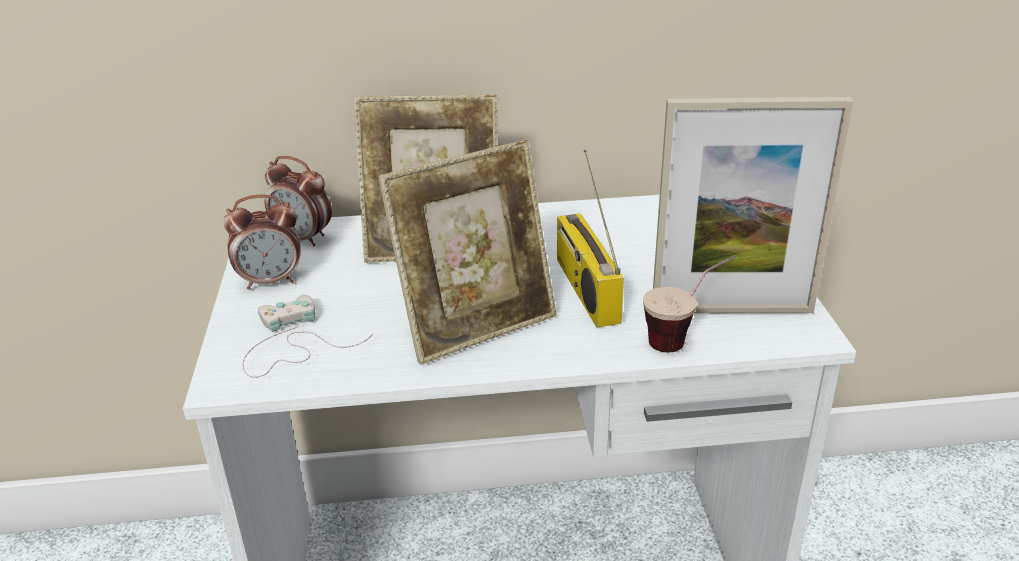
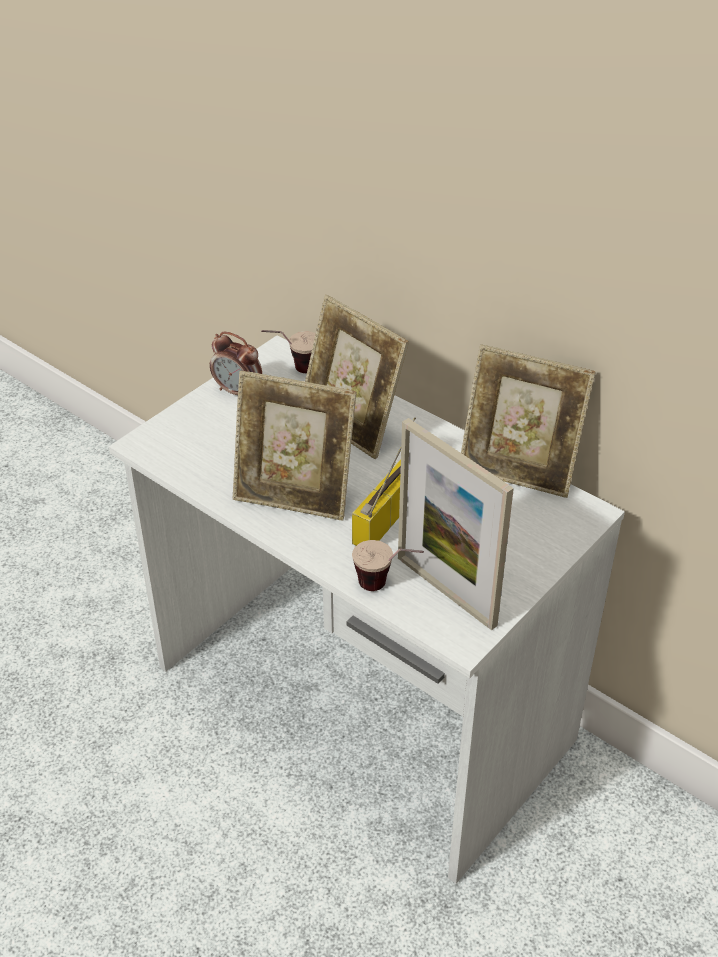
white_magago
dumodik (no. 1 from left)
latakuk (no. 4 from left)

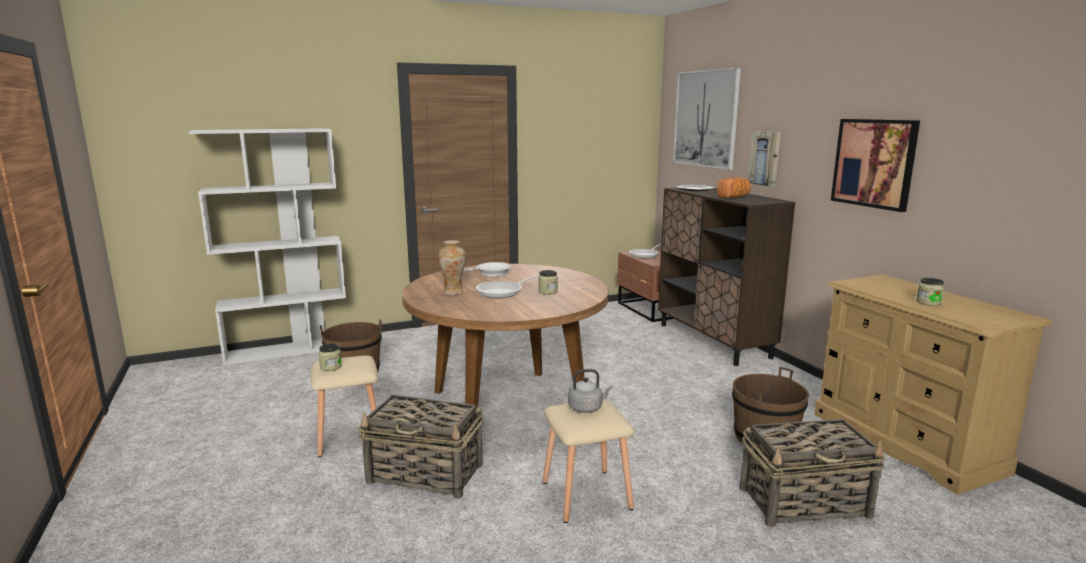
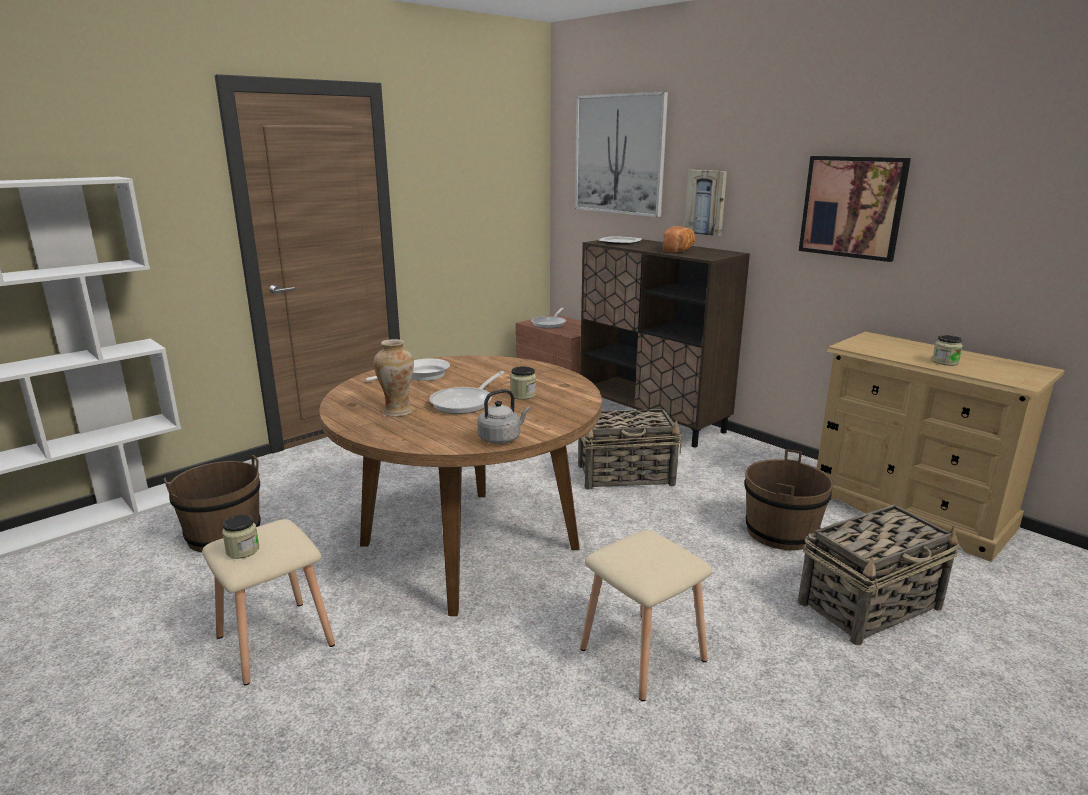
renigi (no. 1 from left)
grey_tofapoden

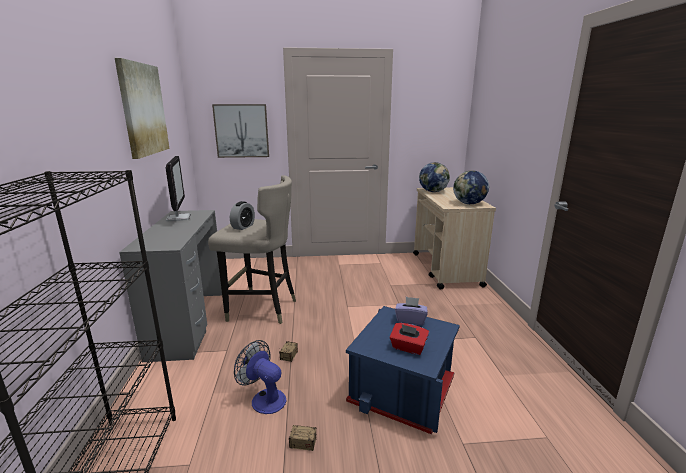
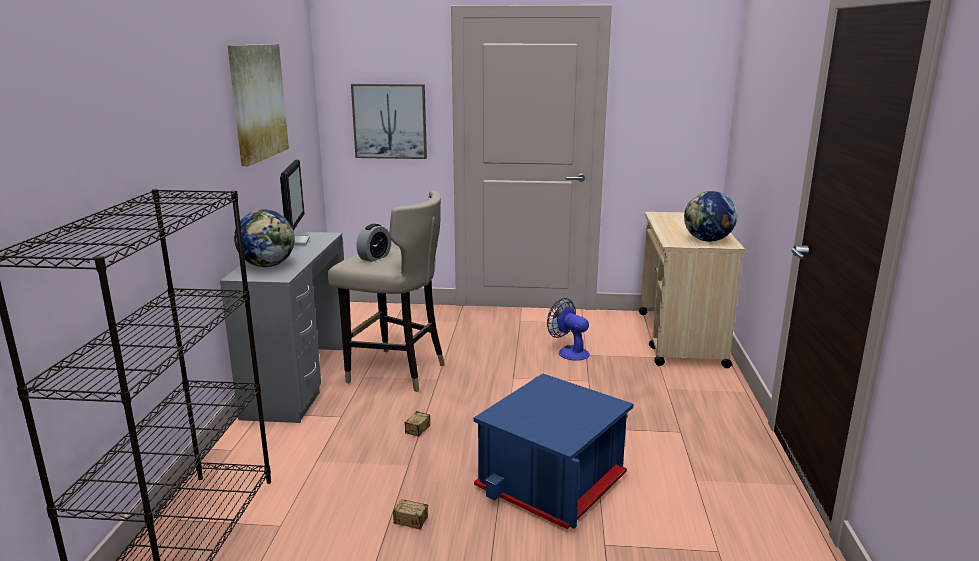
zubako
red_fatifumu
purple_fatifumu
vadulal (no. 1 from left)

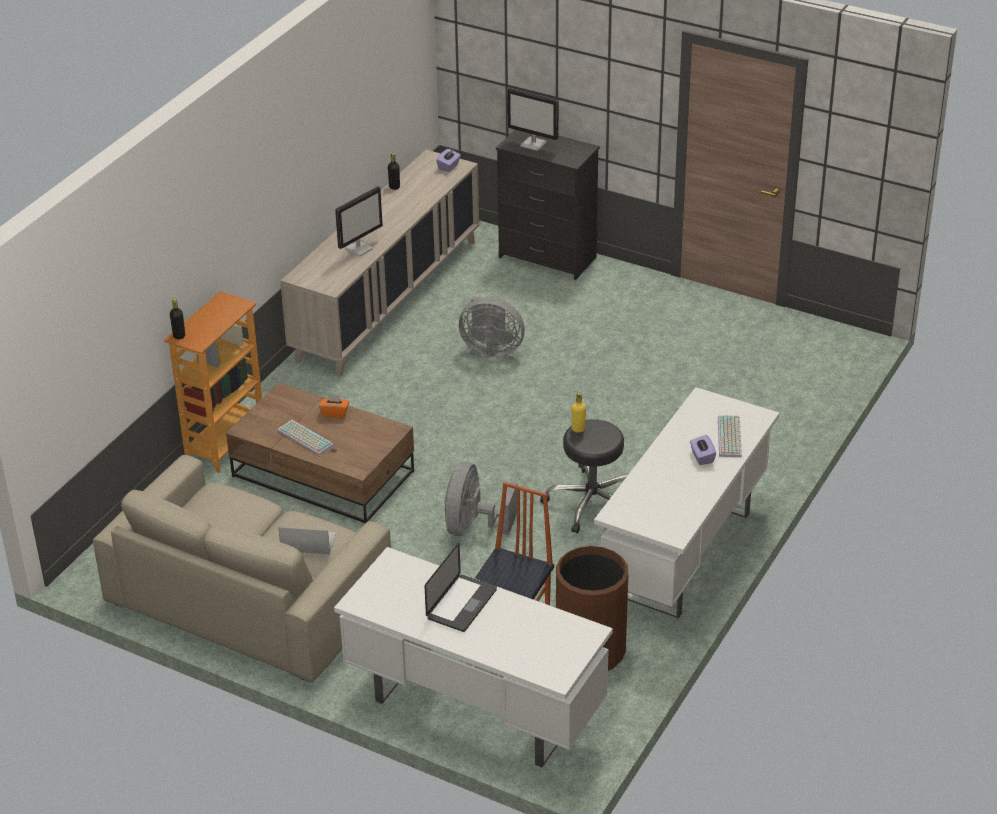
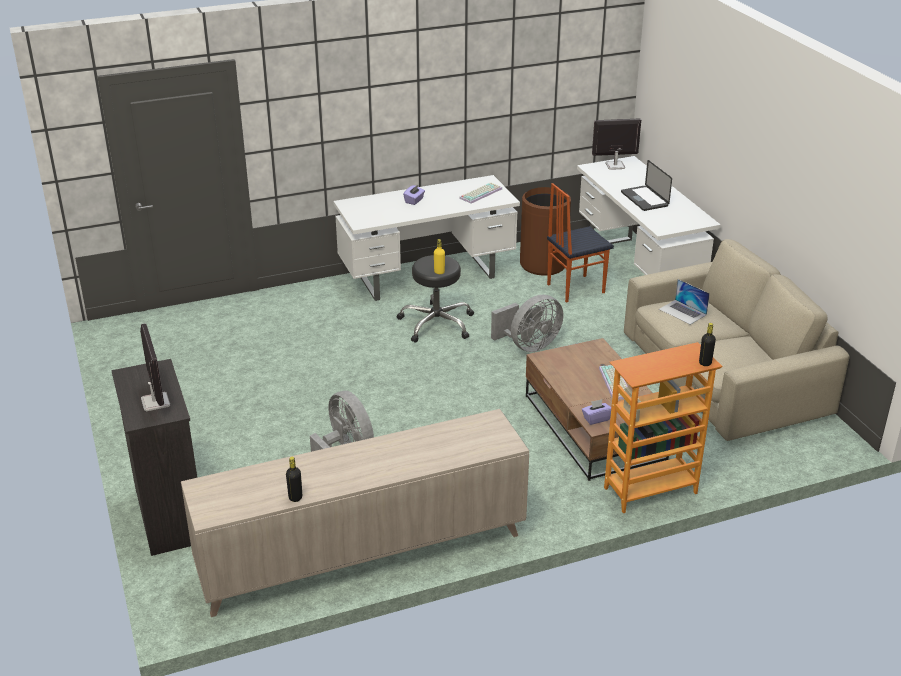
orange_fatifumu
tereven (no. 2 from left)
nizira (no. 1 from left)
purple_fatifumu (no. 2 from left)
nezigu (no. 1 from left)

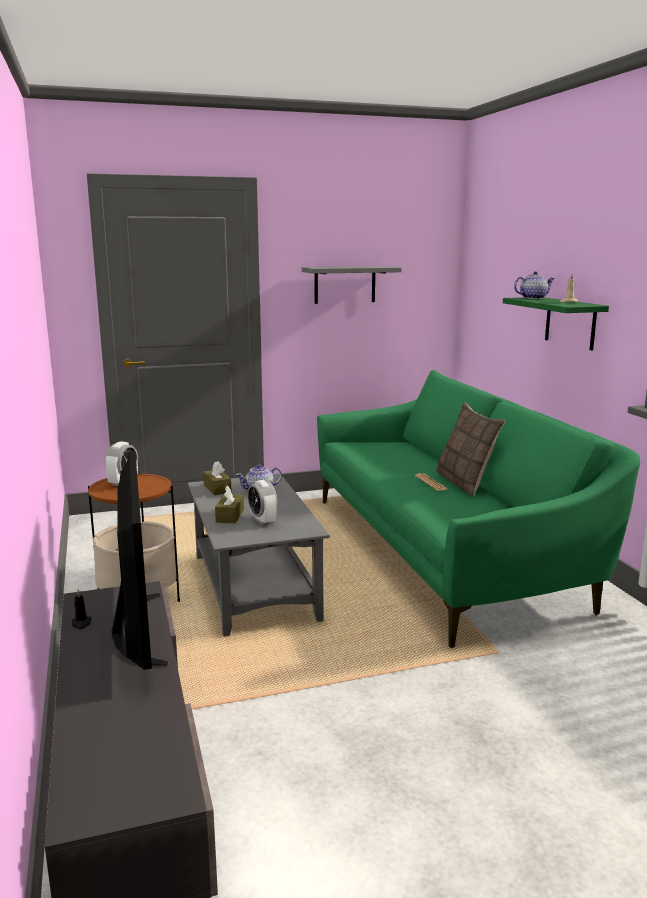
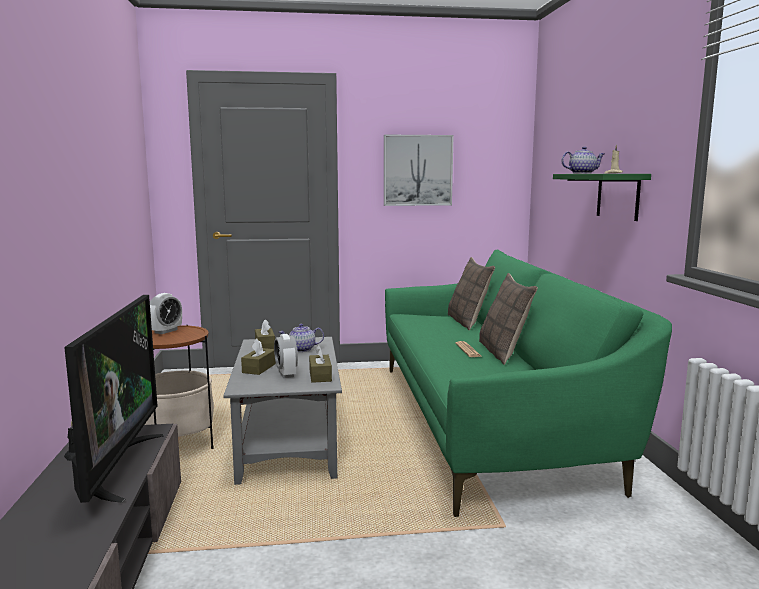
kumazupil
brown_fatifumu (no. 3 from left)
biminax (no. 1 from left)

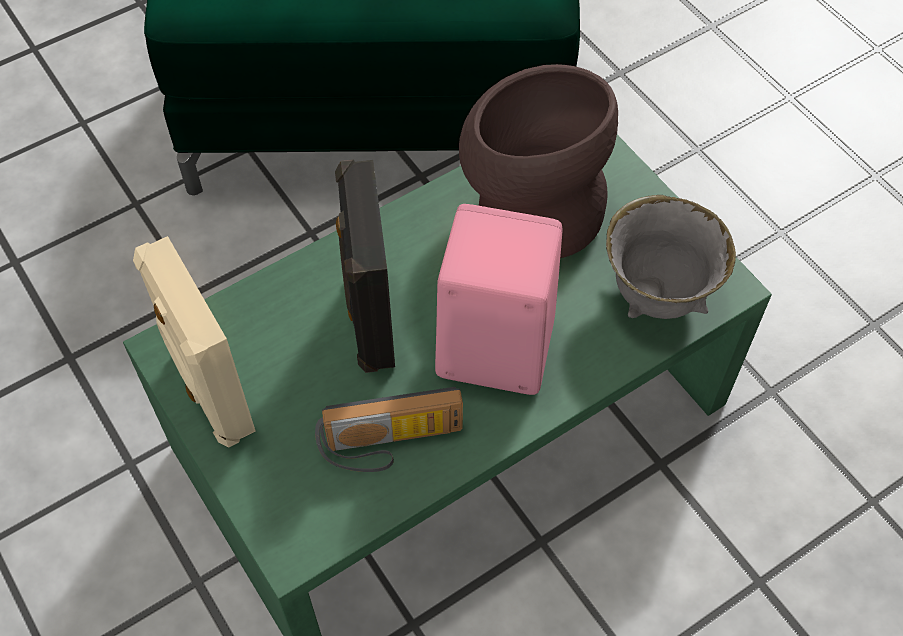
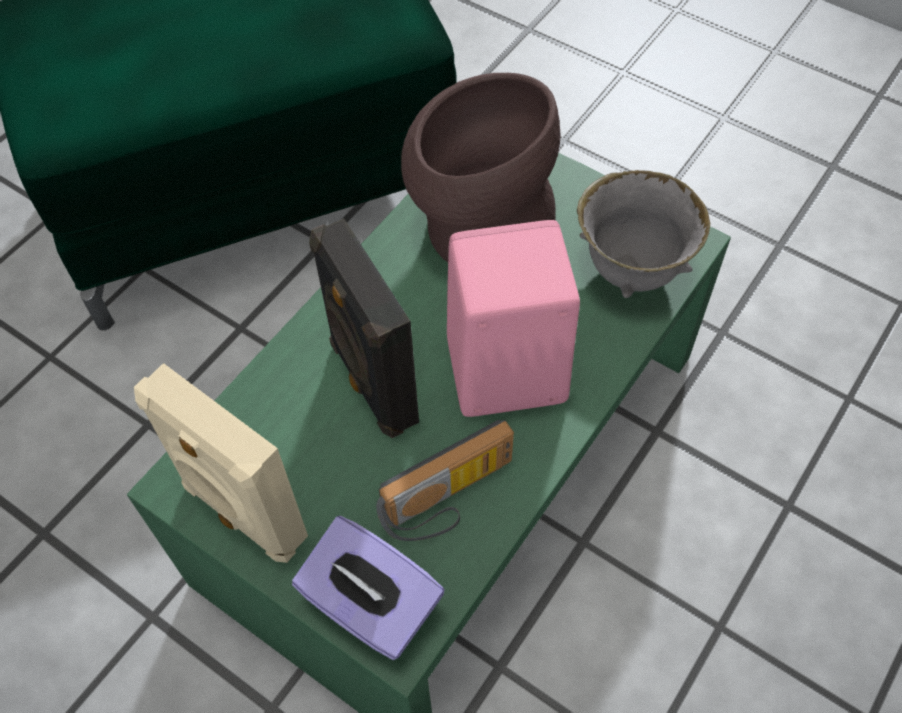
purple_fatifumu

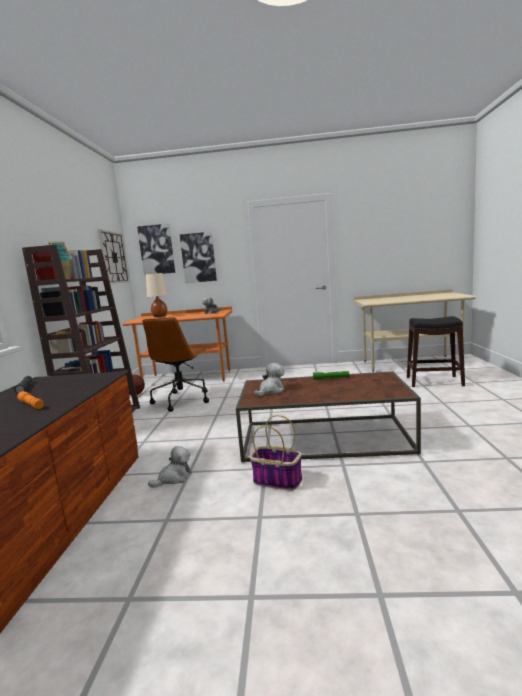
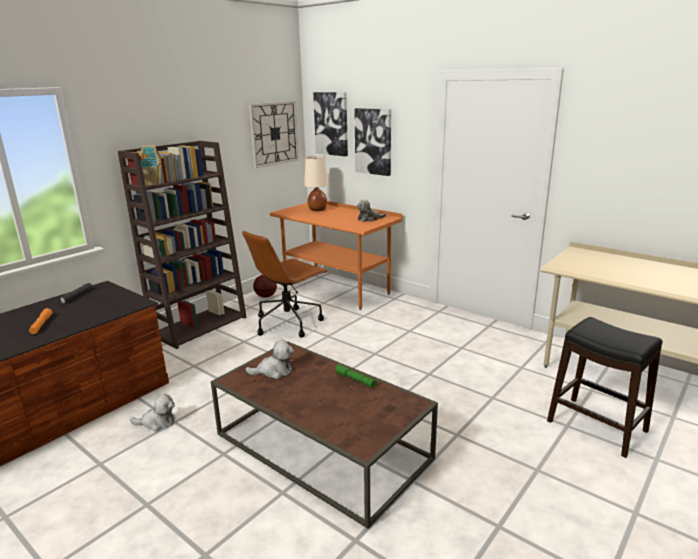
renigi

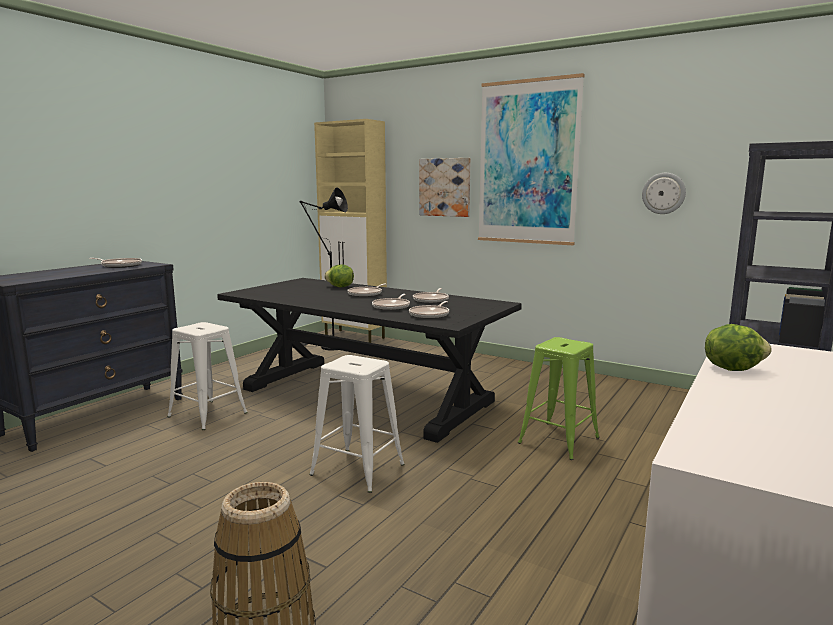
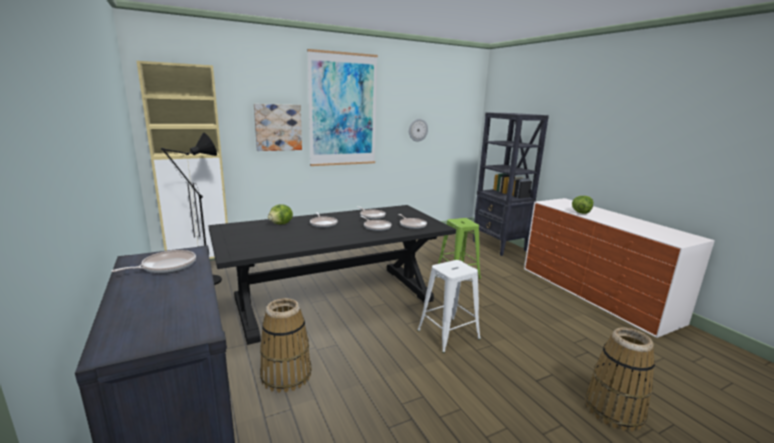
renigi (no. 1 from left)

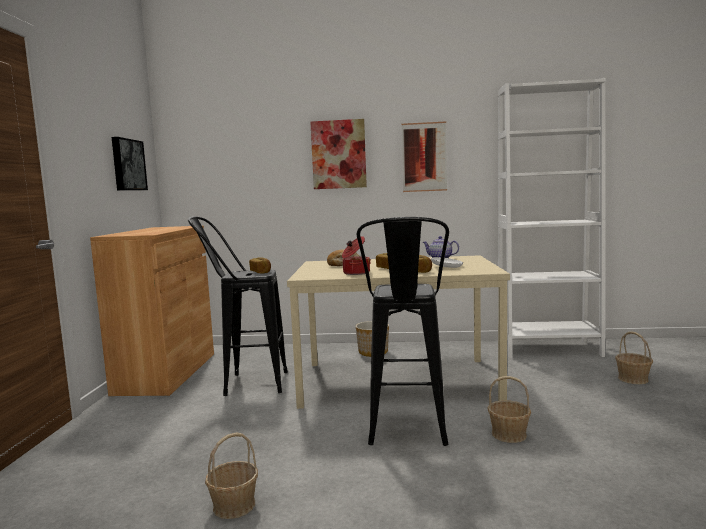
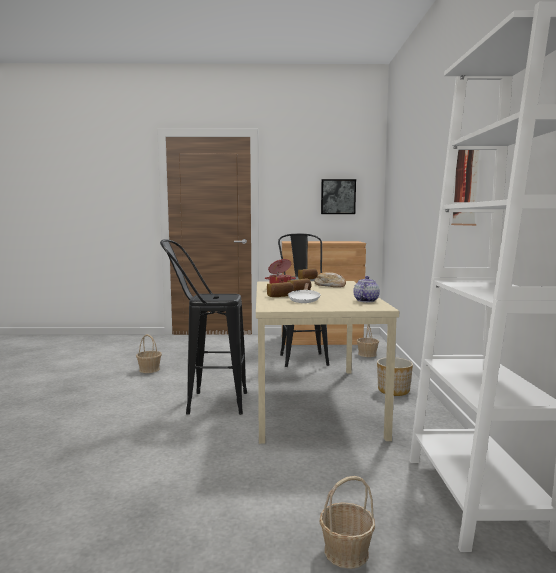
kumazupil (no. 2 from left in the first image)
renigi (no. 3 from left)

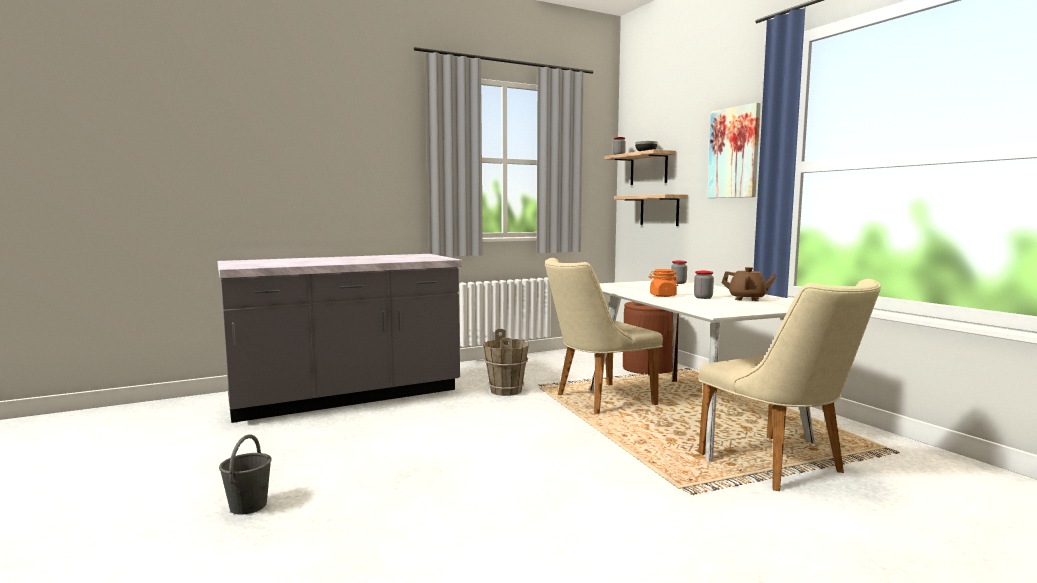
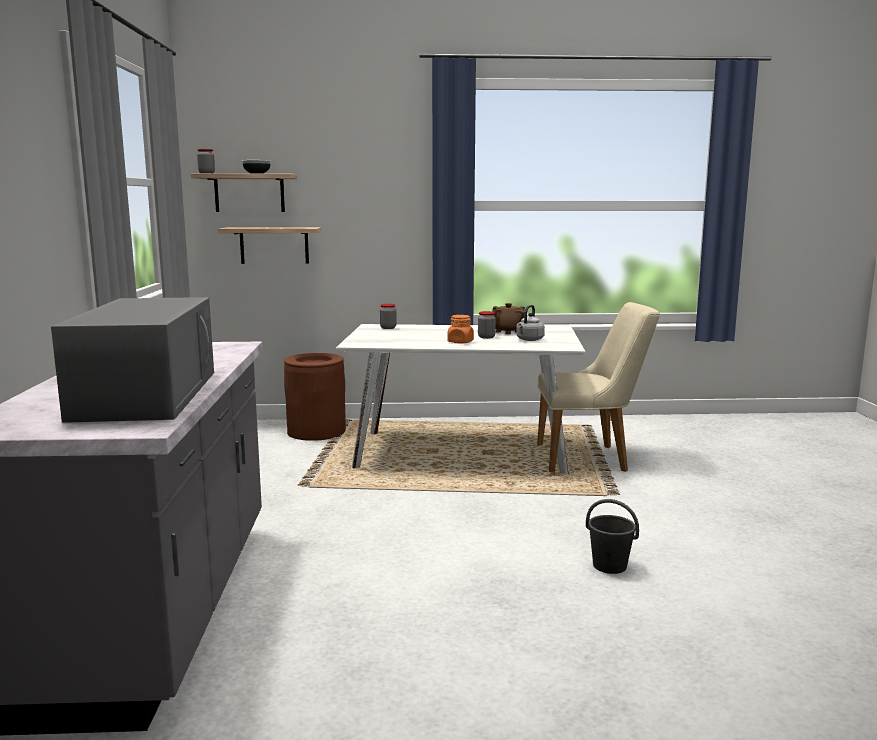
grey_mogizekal
brown_mogizekal
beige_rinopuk (no. 1 from left in the first image)
kumazupil
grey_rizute
grey_tofapoden

